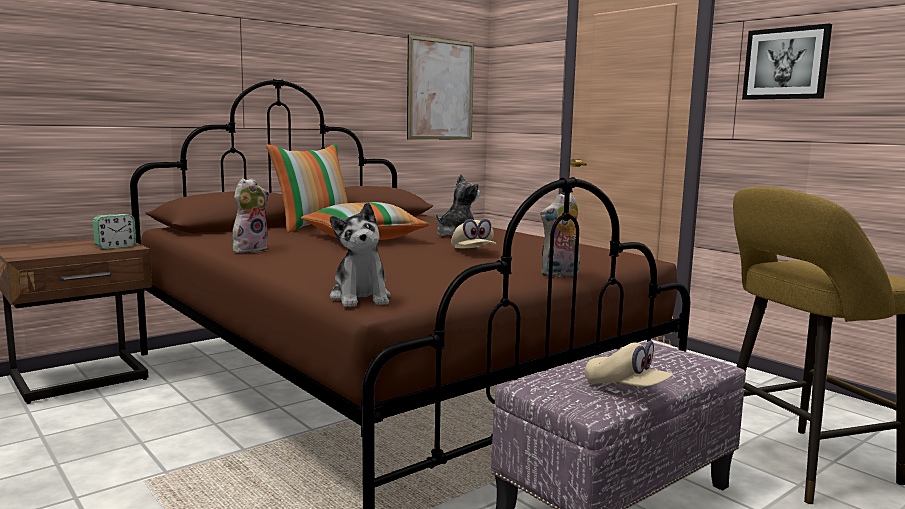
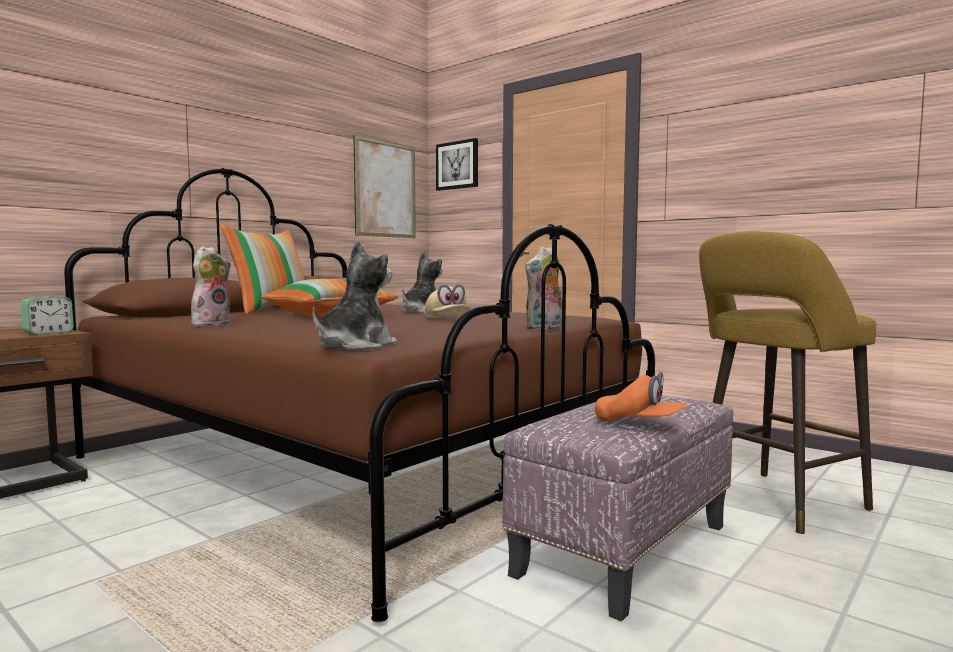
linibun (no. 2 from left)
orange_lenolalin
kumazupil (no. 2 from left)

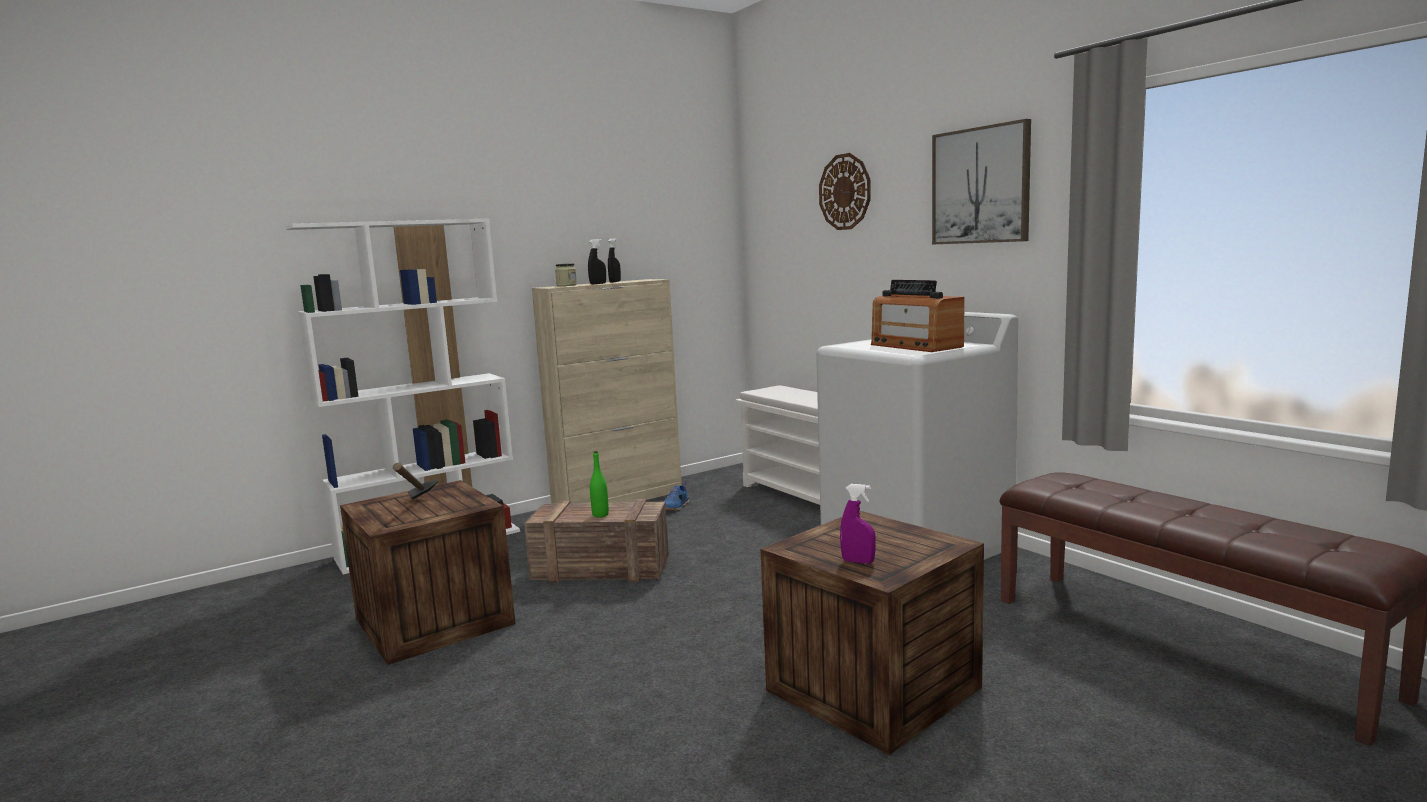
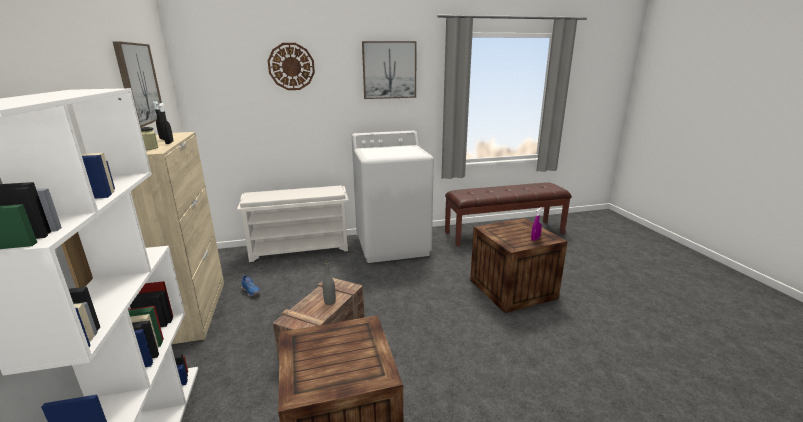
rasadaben
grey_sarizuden
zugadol
kumazupil (no. 1 from left)

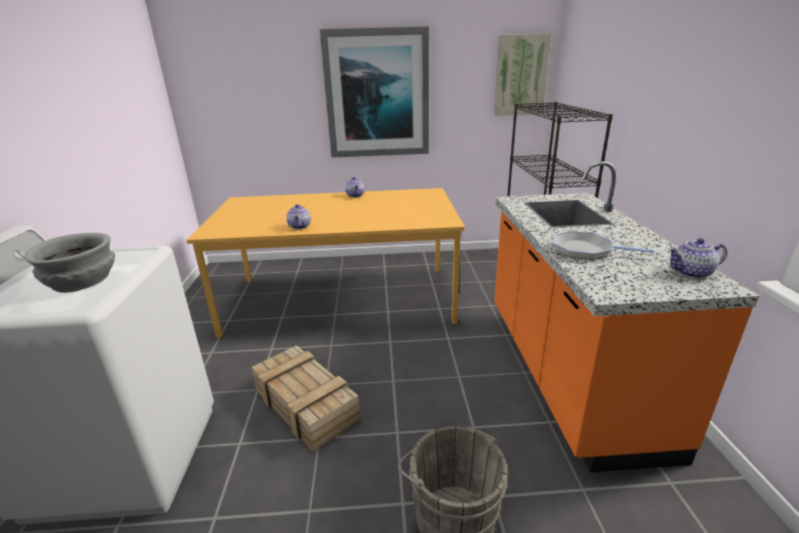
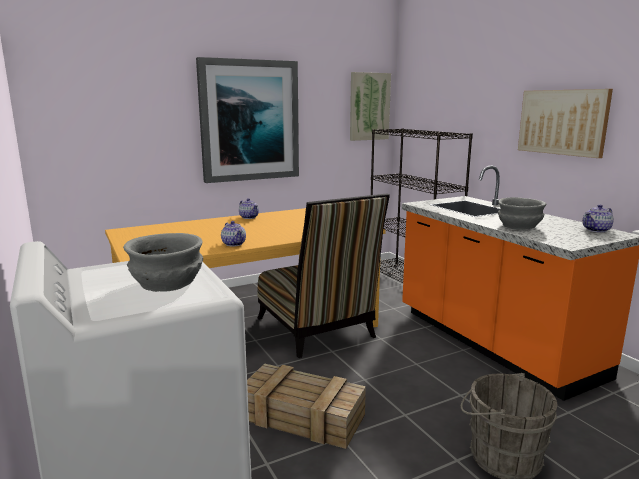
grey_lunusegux (no. 2 from left)
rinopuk
kumazupil (no. 3 from left)

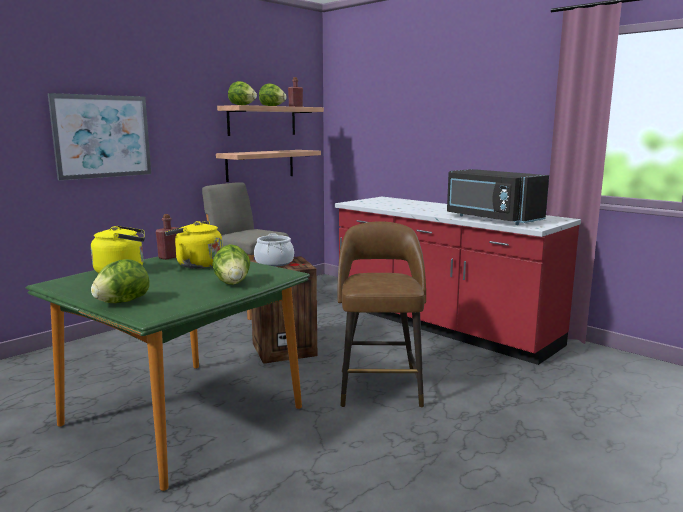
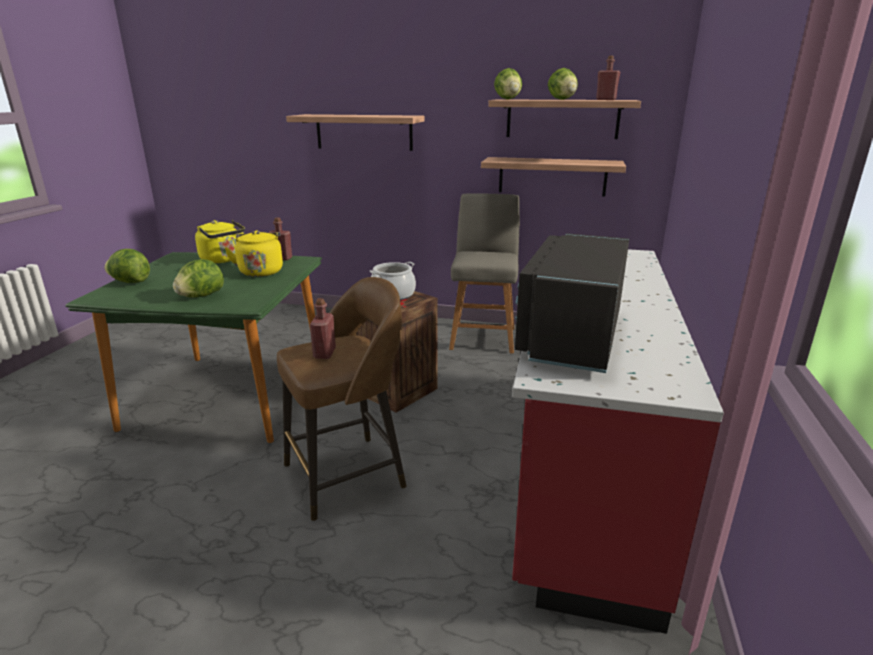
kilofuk (no. 1 from left)
red_sarizuden (no. 2 from left)

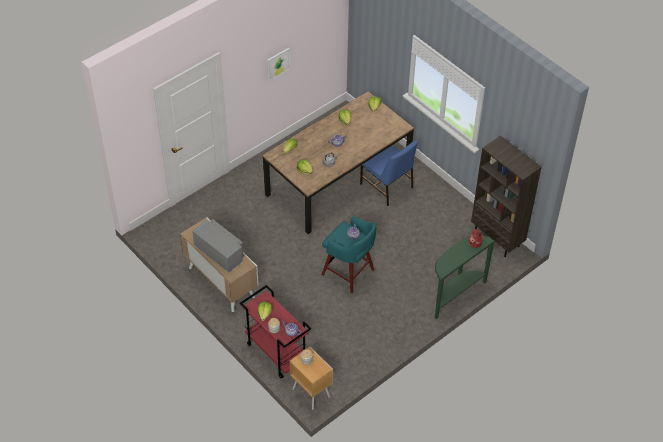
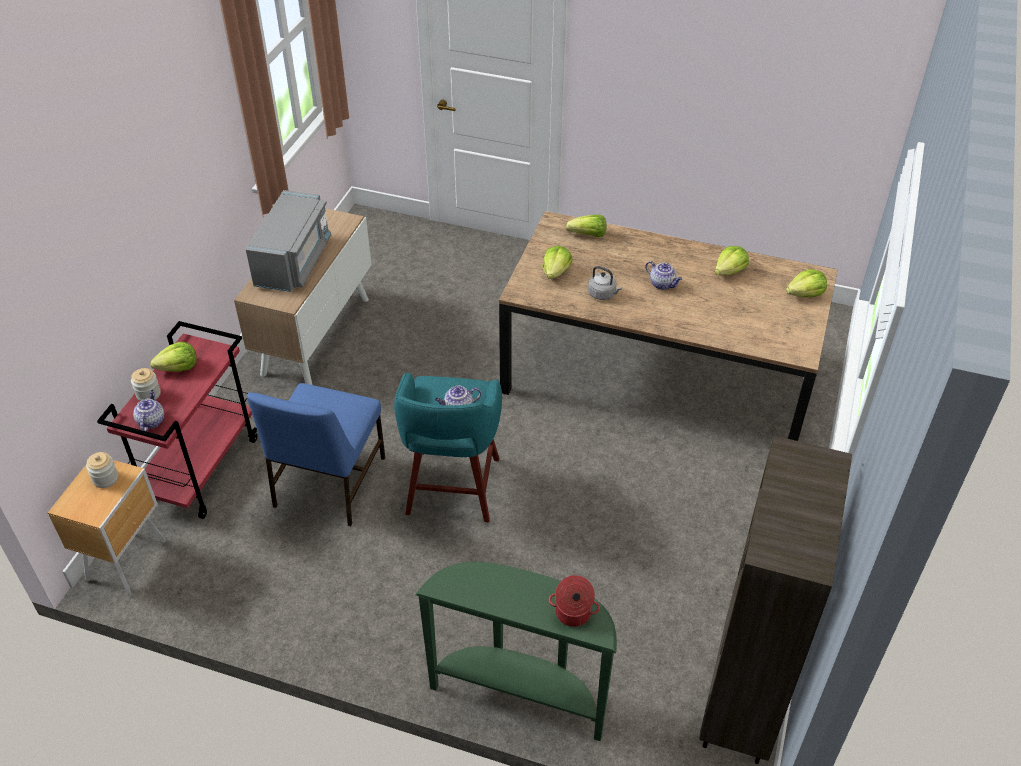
kumazupil
blue_rinopuk

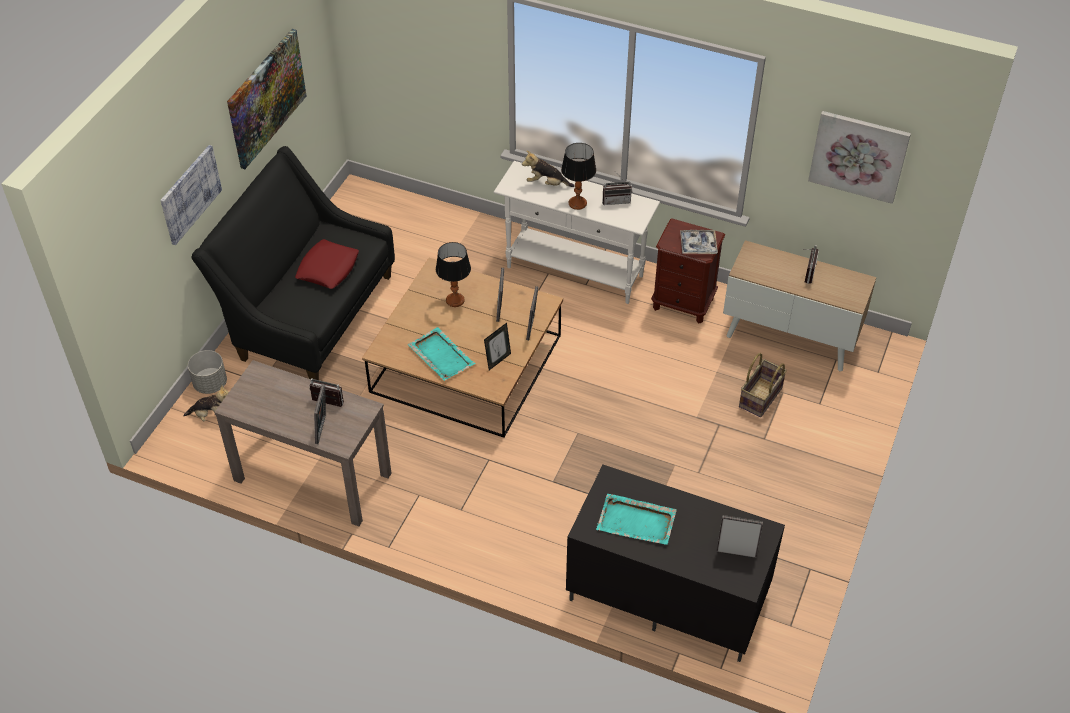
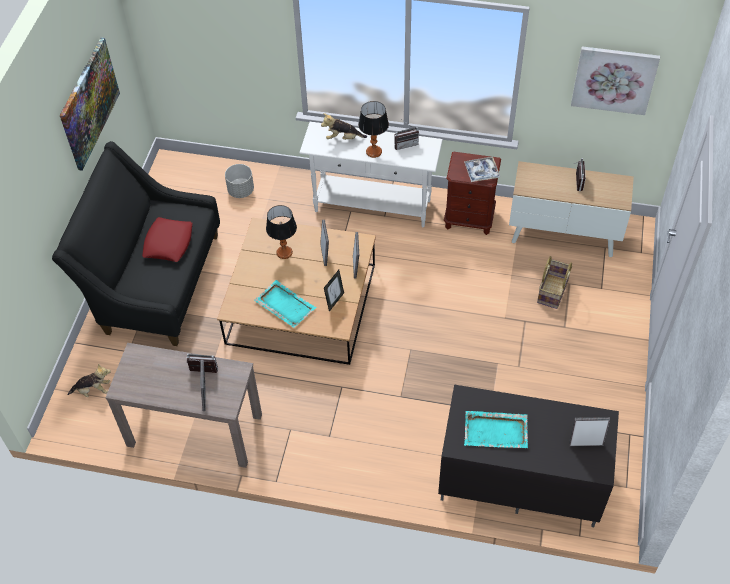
kumazupil (no. 1 from left in the first image)
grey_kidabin

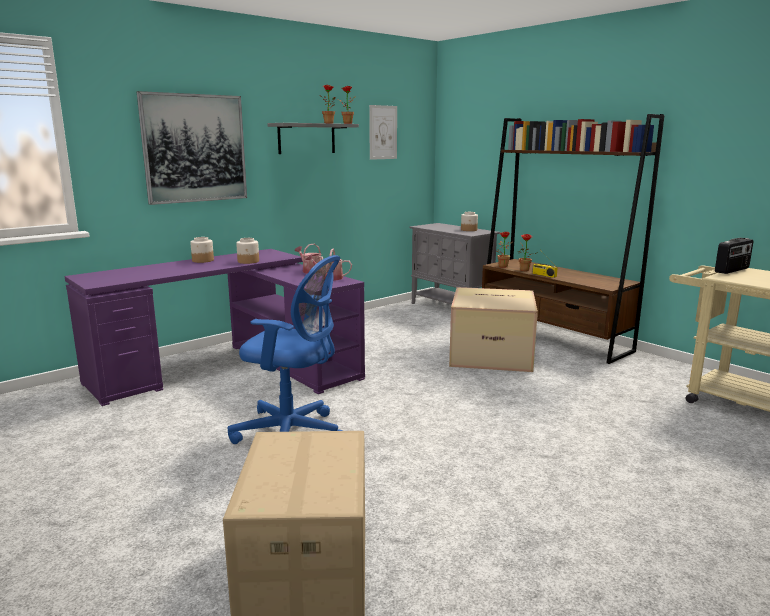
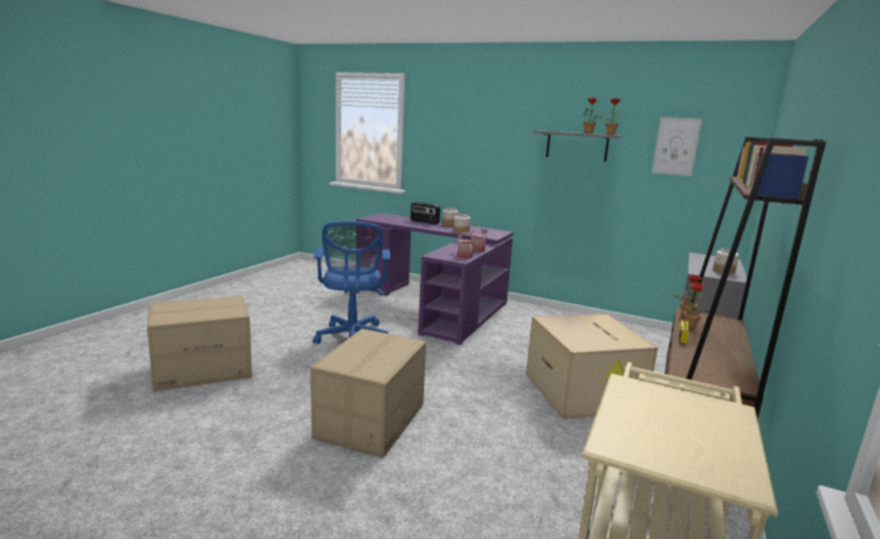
kumazupil (no. 1 from left in the first image)
zugadol (no. 1 from left)
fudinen (no. 2 from left)

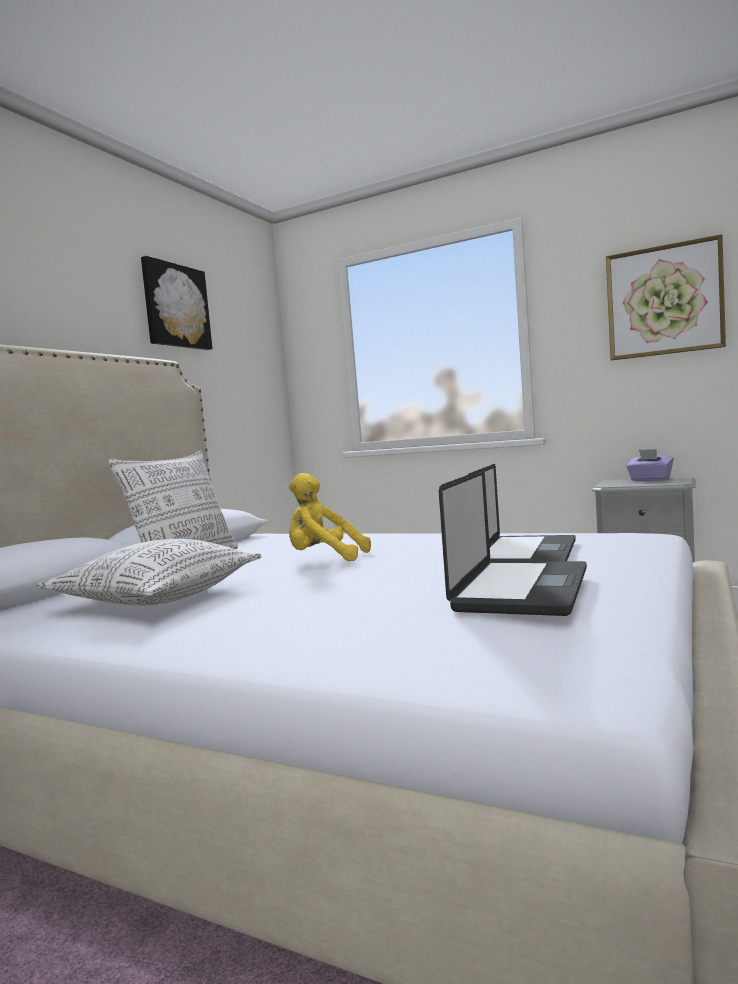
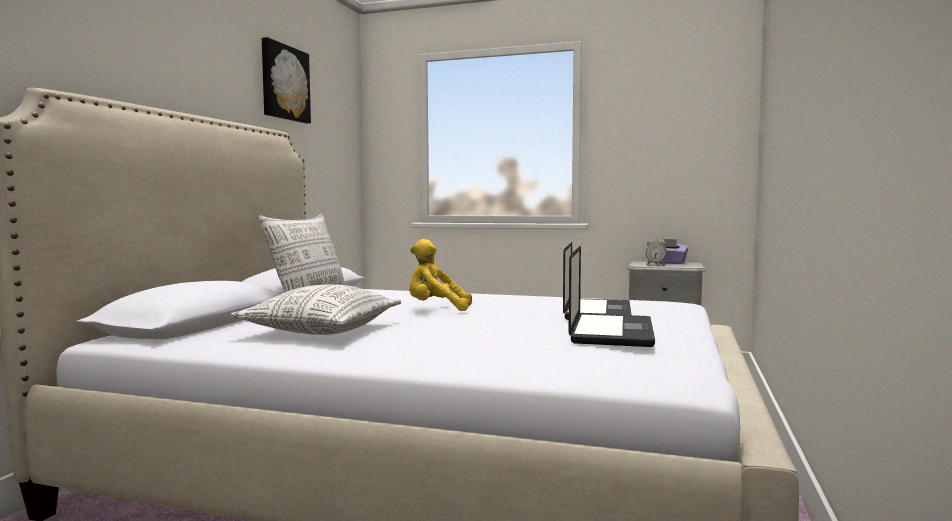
kumazupil (no. 2 from left in the first image)
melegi

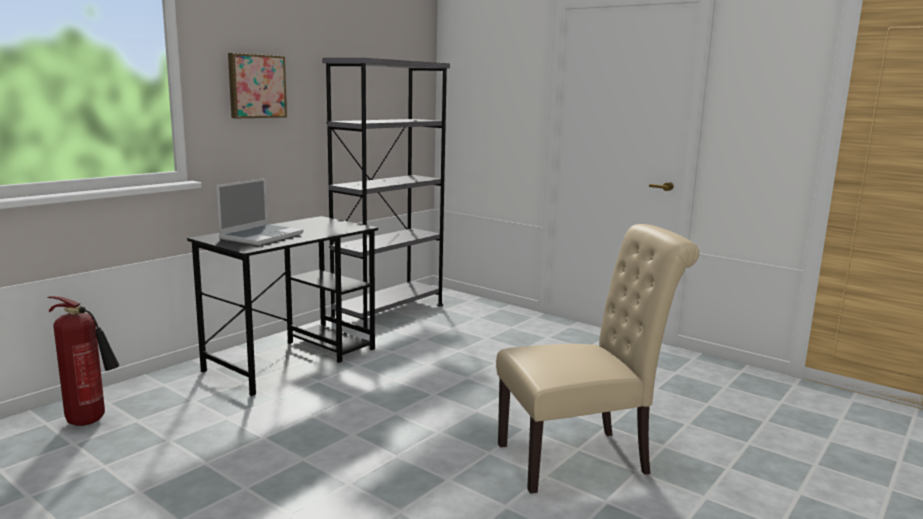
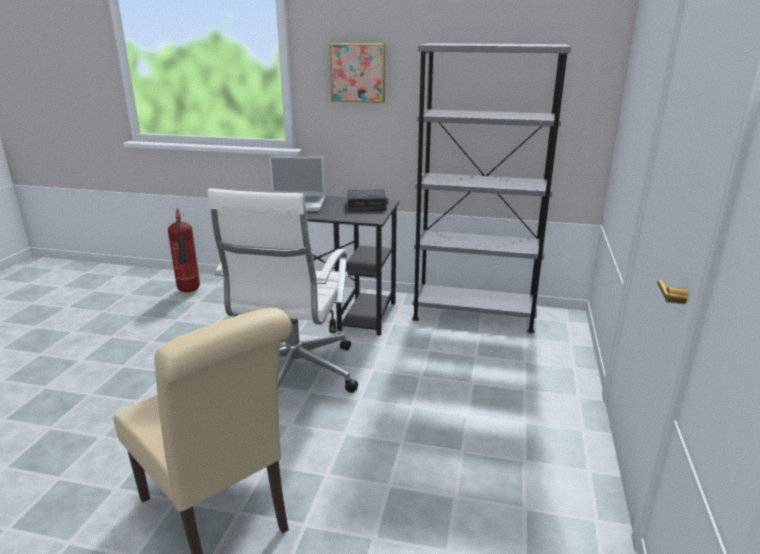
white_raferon
melegi

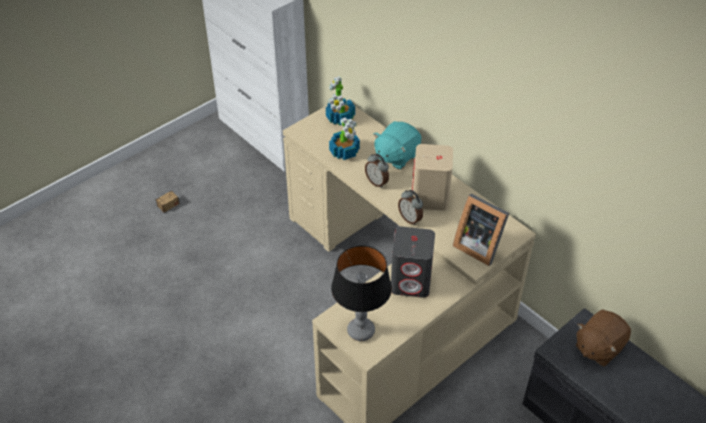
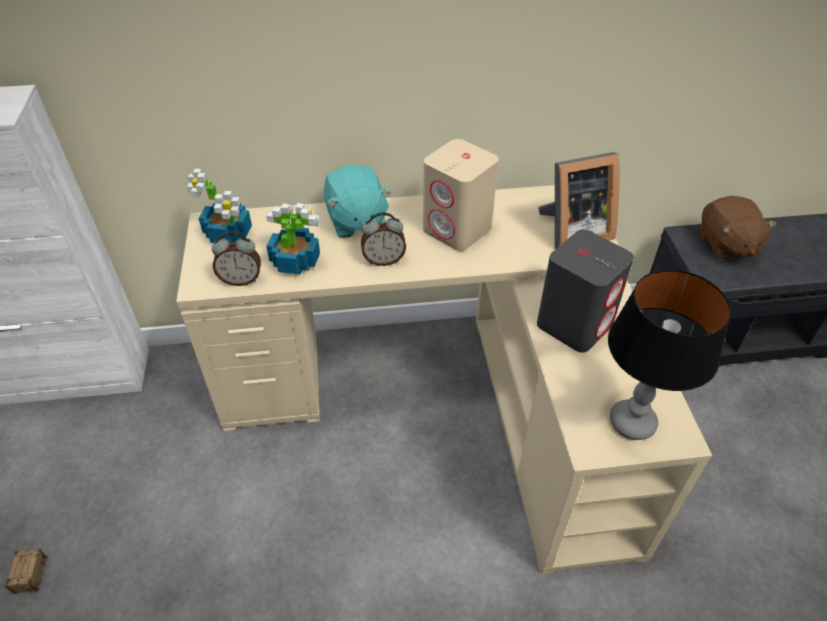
melegi (no. 1 from left)

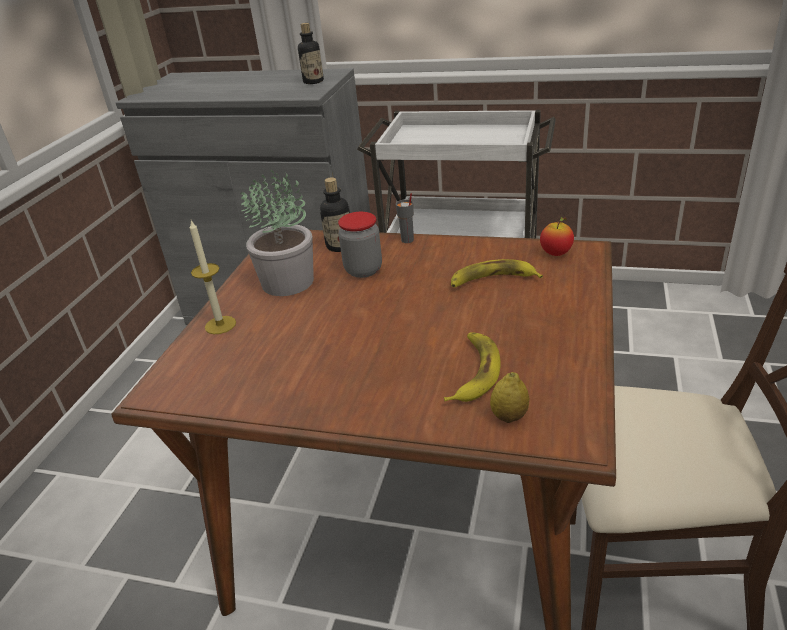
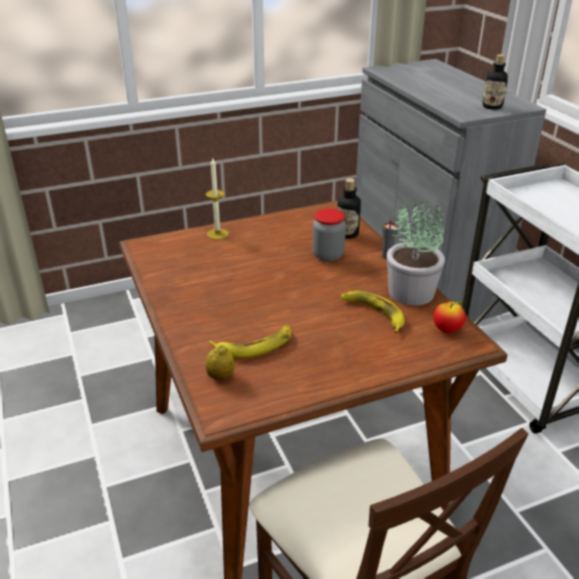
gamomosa

